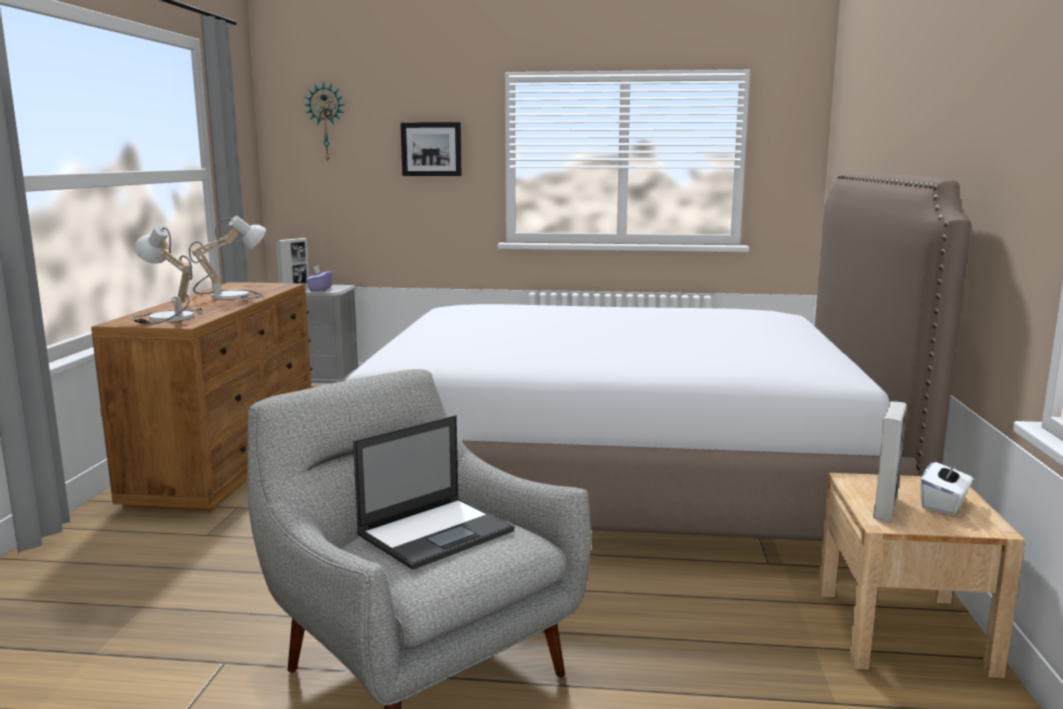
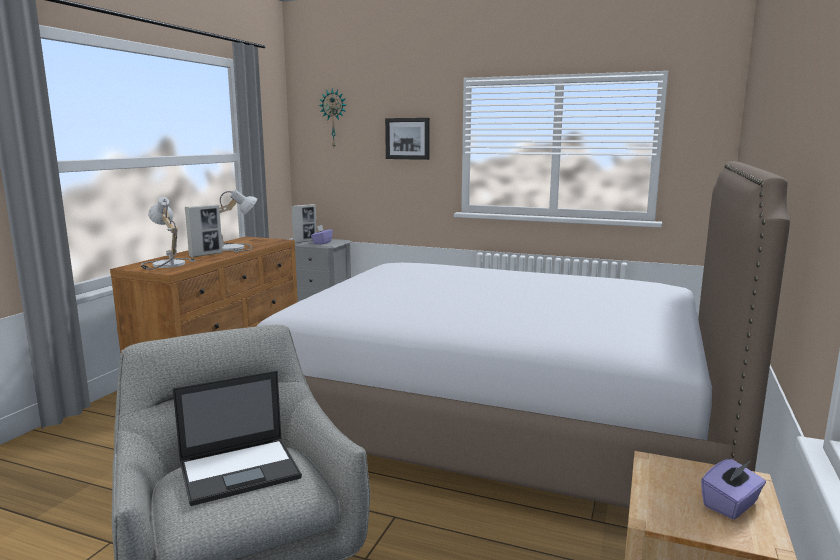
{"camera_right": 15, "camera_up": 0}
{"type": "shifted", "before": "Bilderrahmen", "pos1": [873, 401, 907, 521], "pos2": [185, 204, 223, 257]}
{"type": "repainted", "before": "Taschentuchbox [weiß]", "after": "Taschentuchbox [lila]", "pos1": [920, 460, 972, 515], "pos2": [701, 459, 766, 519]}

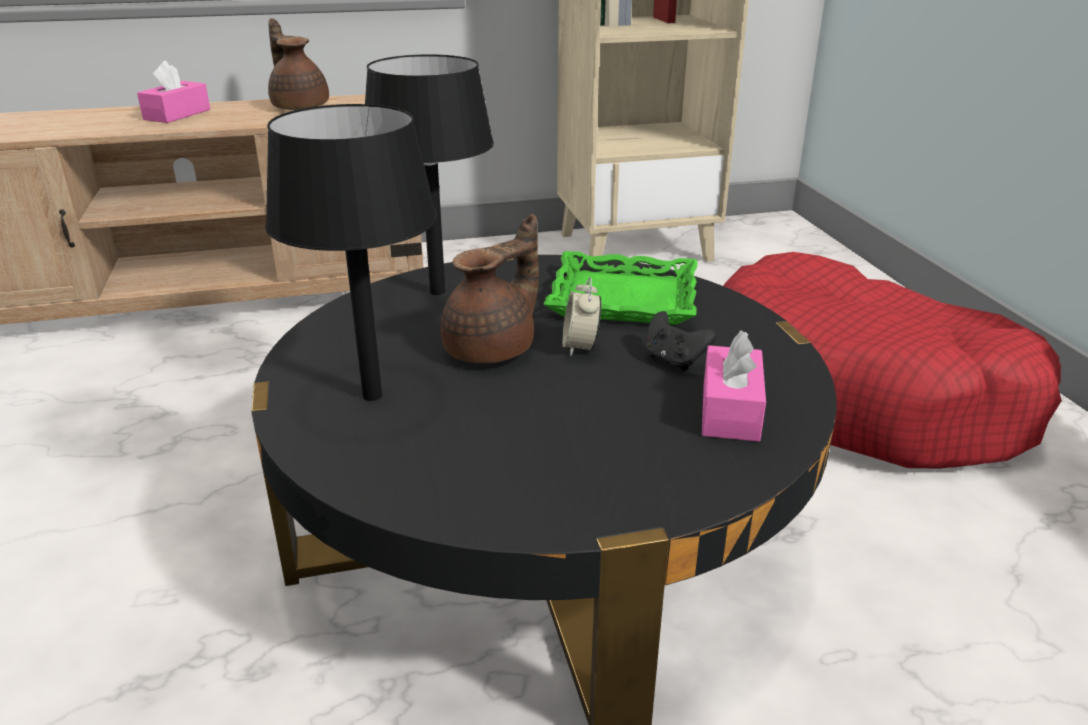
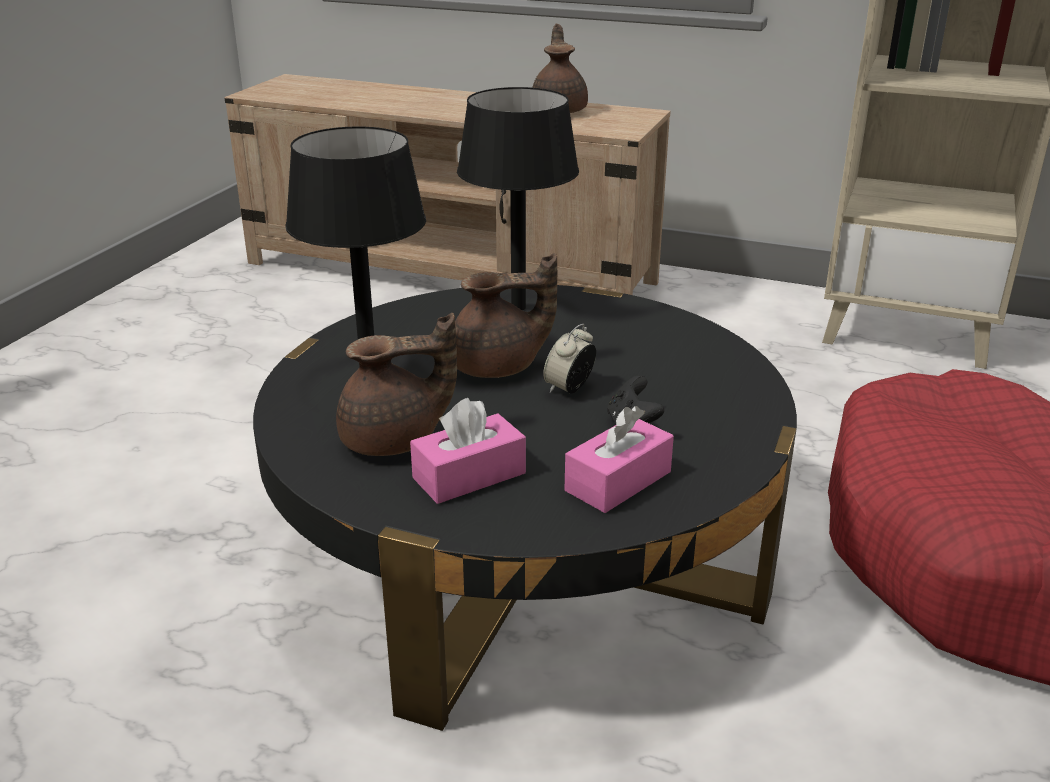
{"camera_right": 35, "camera_up": 0}
{"type": "new", "after": "Teekanne [braun]", "pos2": [336, 313, 457, 456]}
{"type": "shifted", "before": "Taschentuchbox [rosa]", "pos1": [137, 61, 210, 123], "pos2": [410, 398, 526, 504]}
{"type": "gone", "before": "Tablett [grün]", "pos1": [543, 251, 697, 325]}

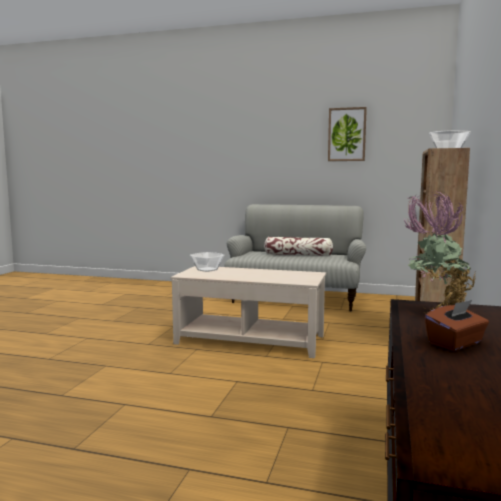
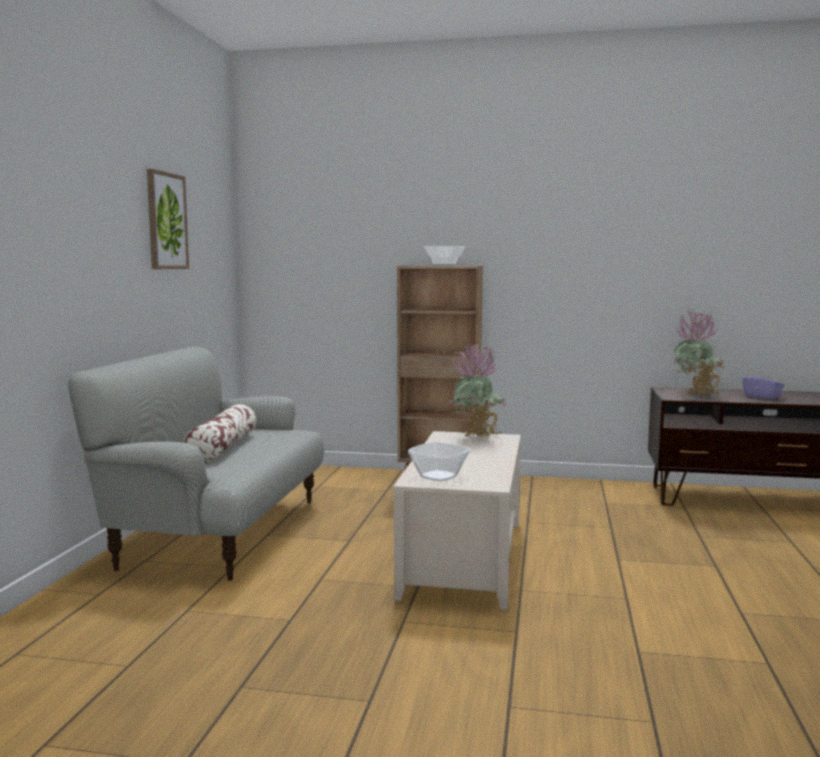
{"camera_right": -95, "camera_up": 0}
{"type": "new", "after": "Topfpflanze", "pos2": [449, 342, 506, 437]}
{"type": "repainted", "before": "Taschentuchbox [braun]", "after": "Taschentuchbox [lila]", "pos1": [425, 300, 489, 351], "pos2": [742, 370, 785, 399]}

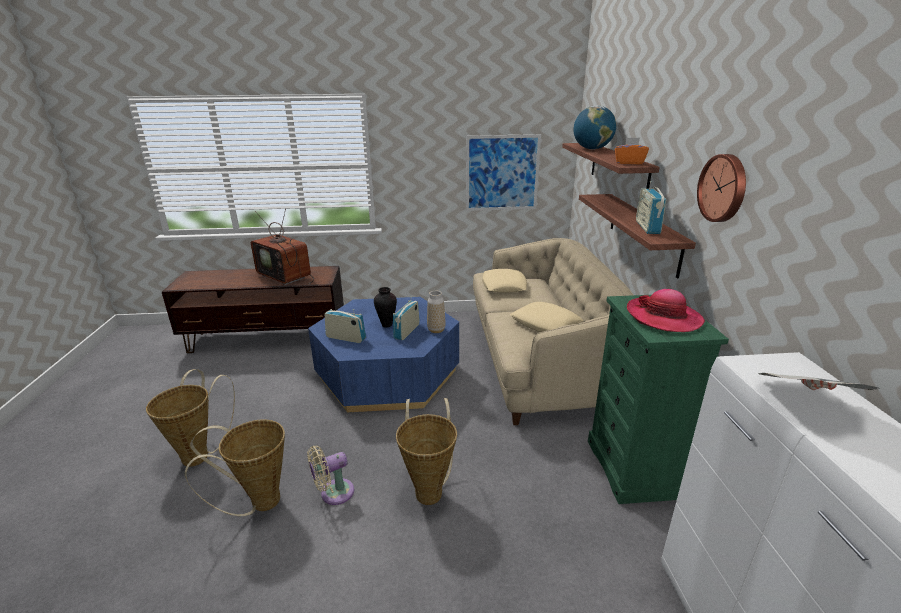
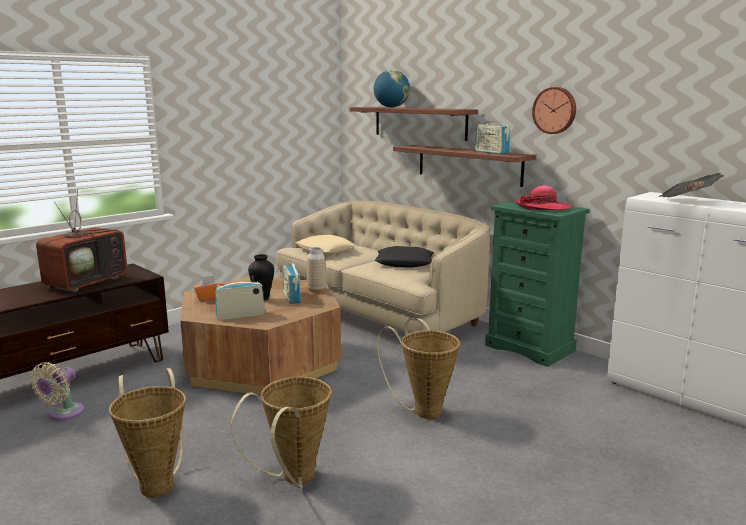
{"camera_right": -40, "camera_up": -10}
{"type": "shifted", "before": "Ventilator [beige]", "pos1": [307, 446, 354, 505], "pos2": [30, 362, 84, 420]}
{"type": "rotated", "before": "Fernseher", "pos1": [251, 208, 314, 285], "pos2": [36, 189, 127, 292], "turn": -60}
{"type": "repainted", "before": "Couchtisch [blau]", "after": "Couchtisch [braun]", "pos1": [308, 297, 459, 412], "pos2": [180, 277, 341, 395]}
{"type": "shifted", "before": "Taschentuchbox [orange]", "pos1": [615, 137, 649, 164], "pos2": [193, 275, 225, 301]}
{"type": "repainted", "before": "Kissen [beige]", "after": "Kissen [schwarz]", "pos1": [510, 302, 583, 332], "pos2": [375, 246, 434, 267]}
{"type": "gone", "before": "Bild", "pos1": [466, 134, 541, 211]}

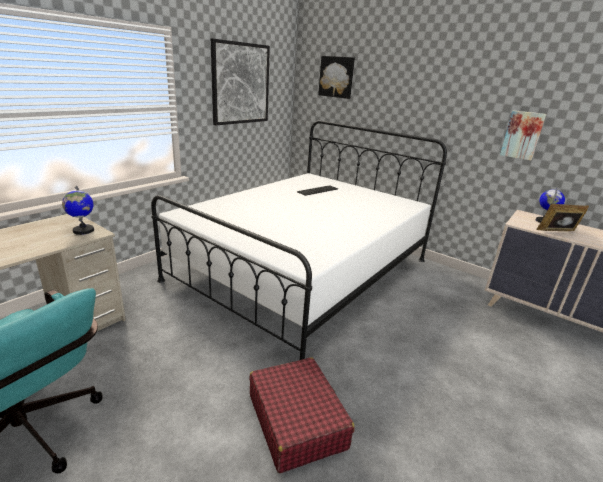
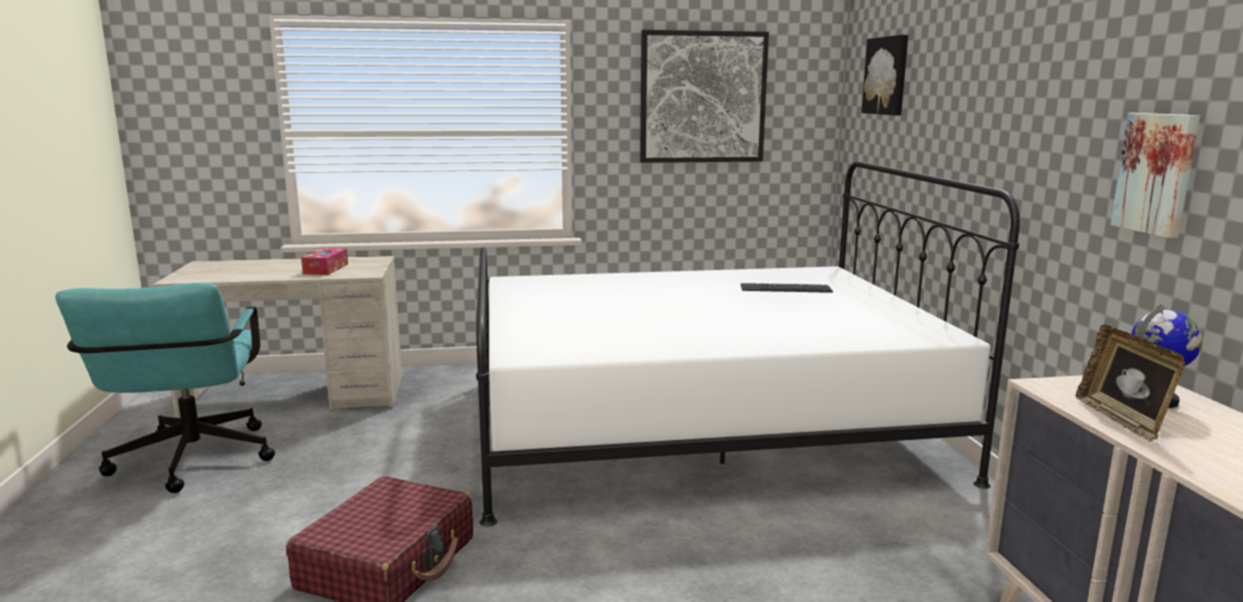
{"camera_right": 45, "camera_up": -10}
{"type": "new", "after": "Taschentuchbox", "pos2": [301, 248, 348, 275]}
{"type": "rotated", "before": "Bilderrahmen", "pos1": [536, 204, 589, 231], "pos2": [1076, 325, 1186, 442], "turn": -135}
{"type": "gone", "before": "Globus", "pos1": [62, 186, 94, 235]}

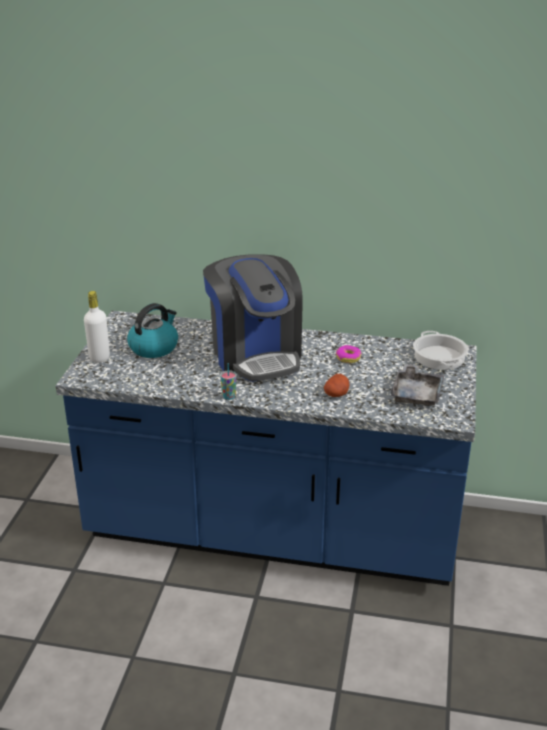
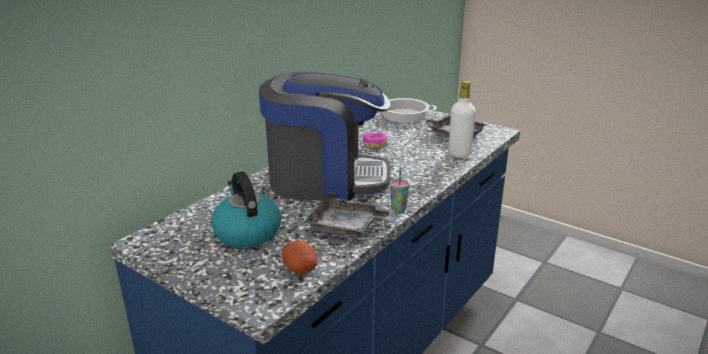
{"camera_right": -65, "camera_up": -5}
{"type": "shifted", "before": "Kartoffel", "pos1": [324, 374, 350, 397], "pos2": [282, 240, 317, 274]}
{"type": "new", "after": "Tablett [grau]", "pos2": [304, 192, 395, 238]}
{"type": "shifted", "before": "Flasche [weiß]", "pos1": [84, 291, 110, 363], "pos2": [449, 81, 476, 158]}

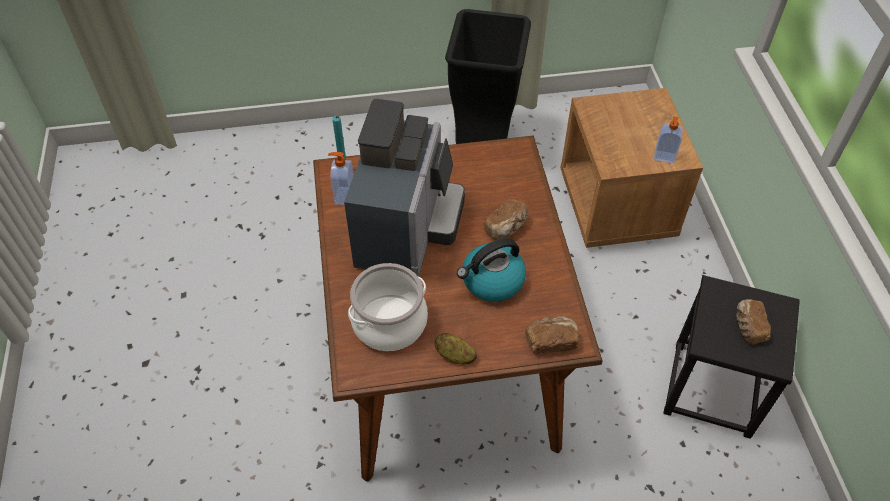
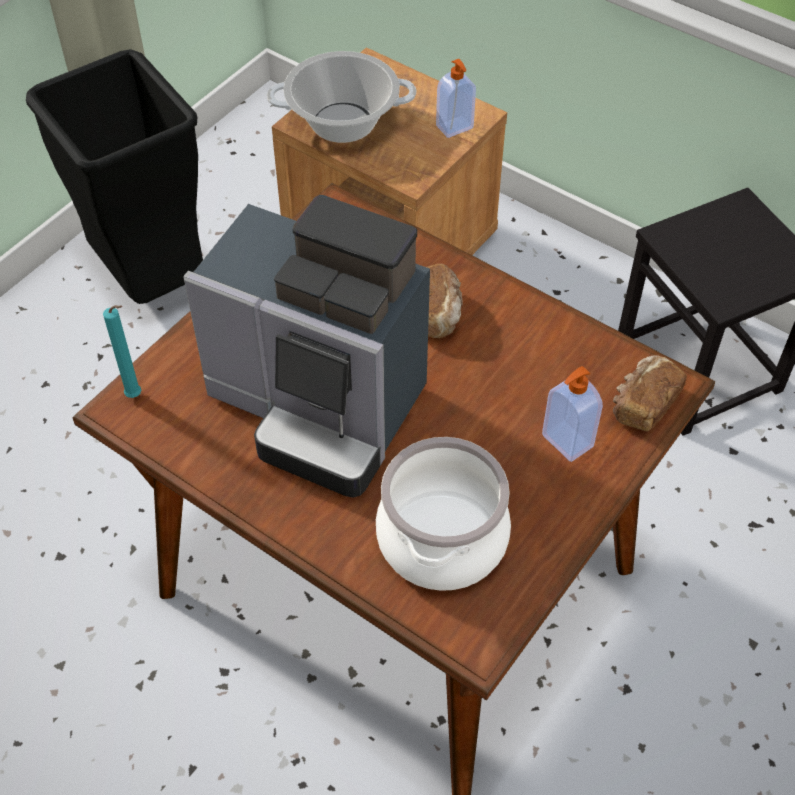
{"camera_right": -45, "camera_up": 0}
{"type": "rotated", "before": "Kaffeemaschine", "pos1": [344, 99, 465, 277], "pos2": [183, 195, 430, 498], "turn": 150}
{"type": "new", "after": "Kochtopf", "pos2": [267, 51, 416, 143]}
{"type": "shifted", "before": "Seifenspender", "pos1": [328, 152, 354, 205], "pos2": [542, 366, 603, 462]}
{"type": "gone", "before": "Kartoffel", "pos1": [435, 333, 477, 365]}
{"type": "gone", "before": "Wasserkessel", "pos1": [457, 238, 526, 302]}
{"type": "gone", "before": "Brot", "pos1": [736, 299, 771, 344]}

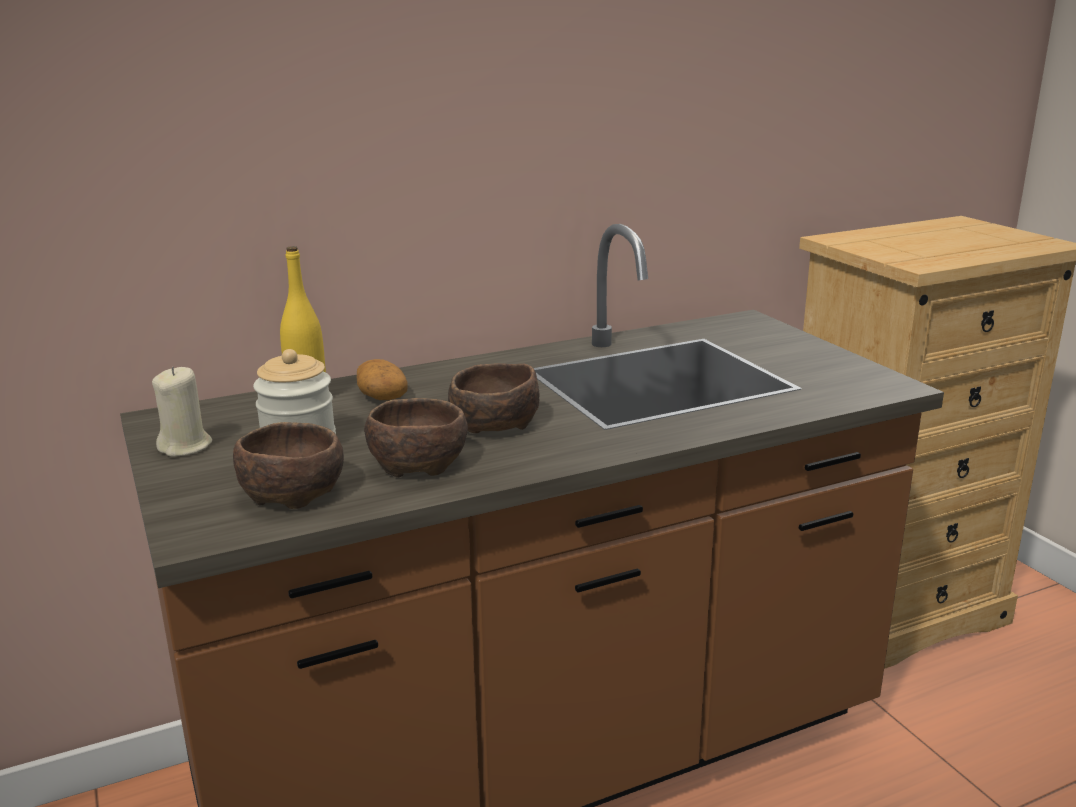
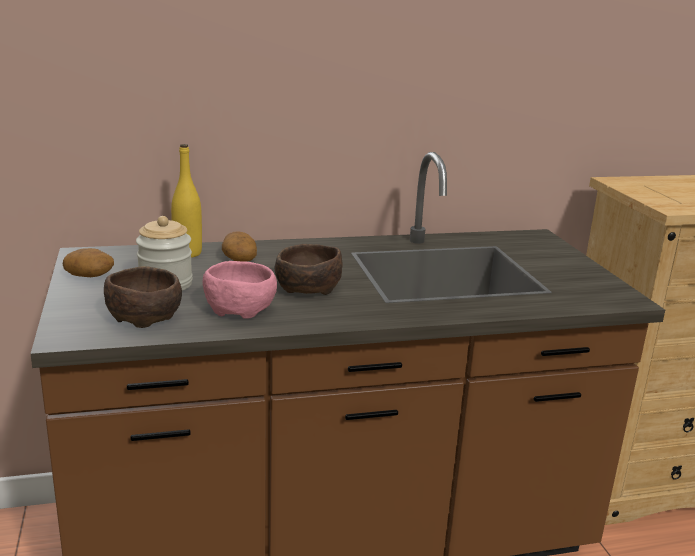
{"camera_right": 10, "camera_up": 0}
{"type": "swapped", "before": "Kerze [beige]", "after": "Kartoffel", "pos1": [152, 367, 212, 457], "pos2": [63, 248, 114, 277]}
{"type": "repainted", "before": "Schüssel [braun]", "after": "Schüssel [rosa]", "pos1": [364, 398, 468, 477], "pos2": [202, 261, 277, 319]}

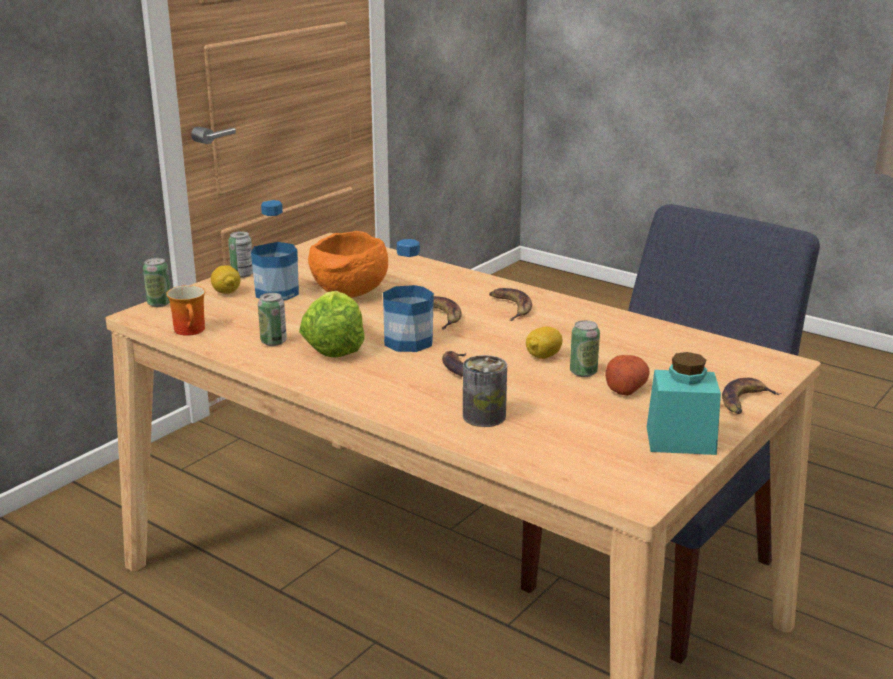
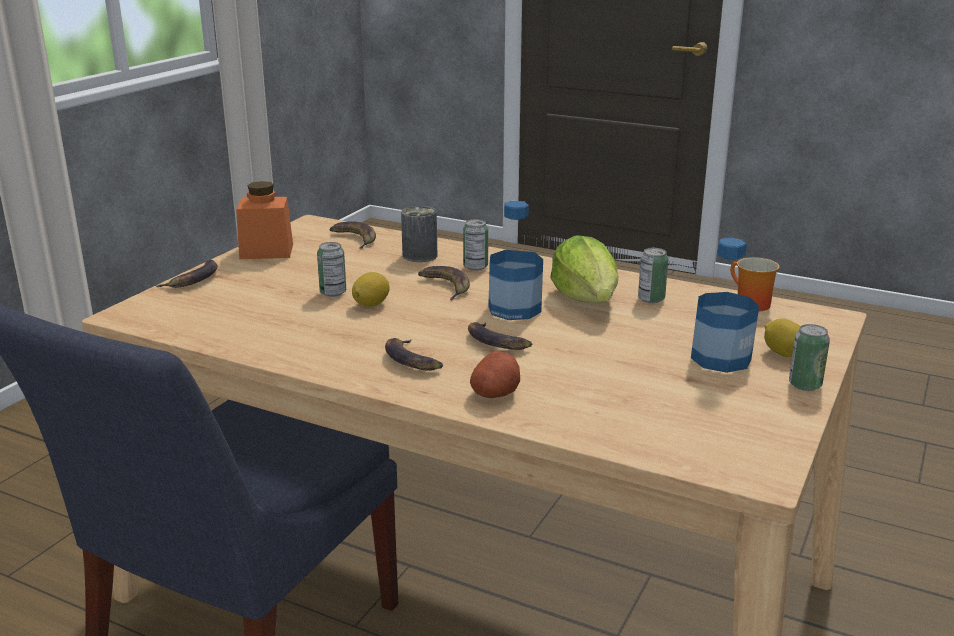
{"camera_right": 170, "camera_up": 0}
{"type": "repainted", "before": "Vorratsglas [türkis]", "after": "Vorratsglas [orange]", "pos1": [647, 352, 721, 455], "pos2": [236, 181, 293, 259]}
{"type": "new", "after": "Banane", "pos2": [329, 221, 376, 249]}
{"type": "shifted", "before": "Dose", "pos1": [143, 258, 170, 307], "pos2": [463, 219, 488, 271]}
{"type": "shifted", "before": "Kartoffel", "pos1": [605, 355, 650, 396], "pos2": [470, 351, 520, 398]}
{"type": "gone", "before": "Schüssel [orange]", "pos1": [308, 231, 388, 298]}

